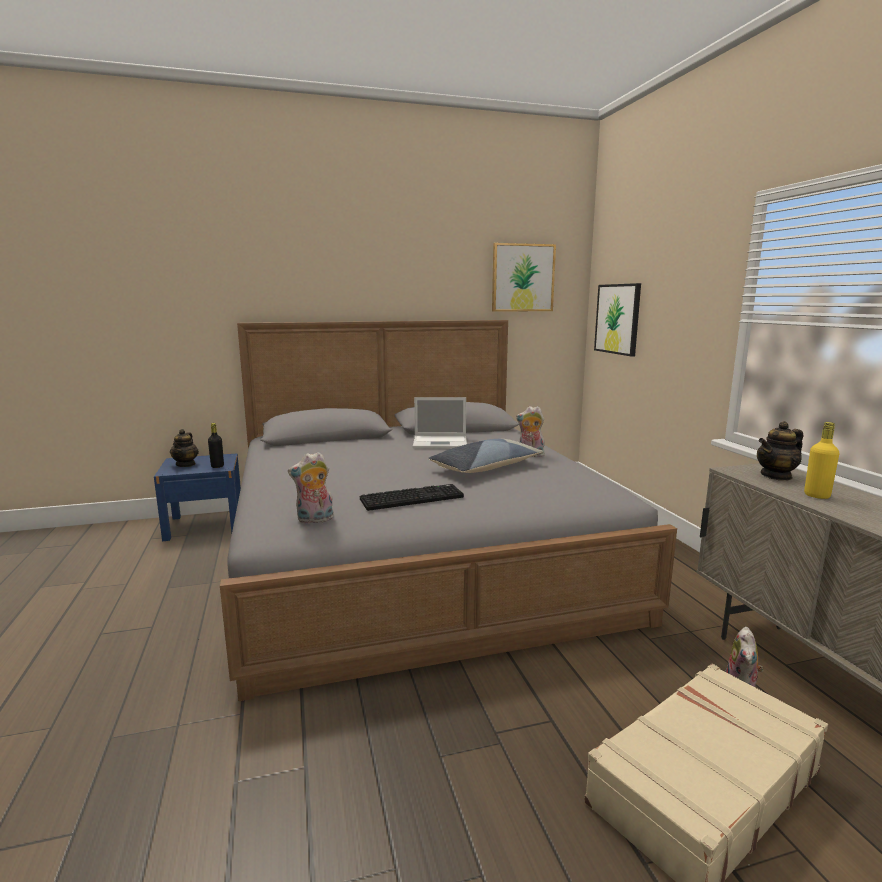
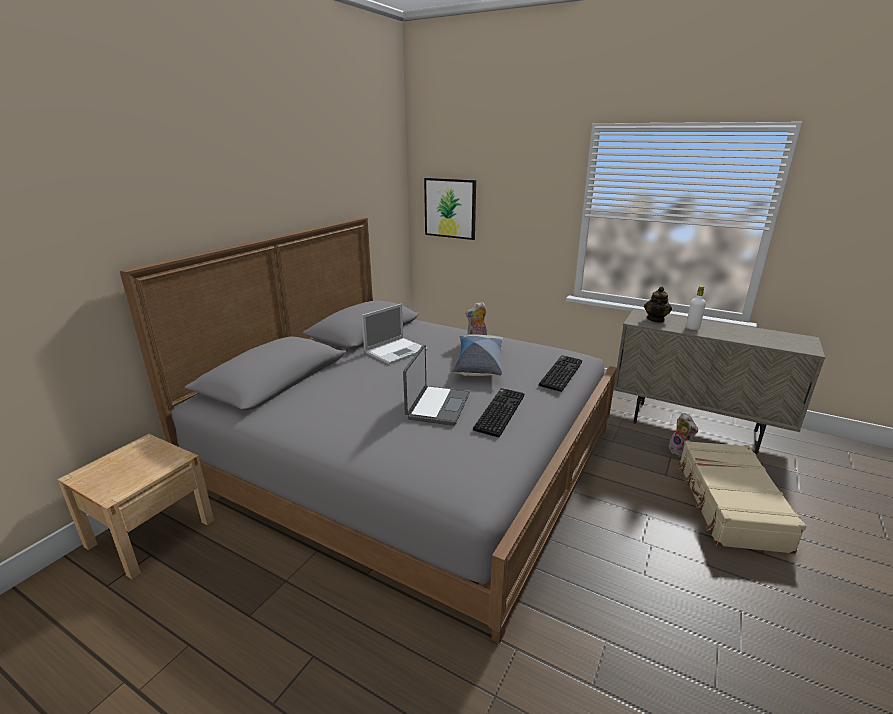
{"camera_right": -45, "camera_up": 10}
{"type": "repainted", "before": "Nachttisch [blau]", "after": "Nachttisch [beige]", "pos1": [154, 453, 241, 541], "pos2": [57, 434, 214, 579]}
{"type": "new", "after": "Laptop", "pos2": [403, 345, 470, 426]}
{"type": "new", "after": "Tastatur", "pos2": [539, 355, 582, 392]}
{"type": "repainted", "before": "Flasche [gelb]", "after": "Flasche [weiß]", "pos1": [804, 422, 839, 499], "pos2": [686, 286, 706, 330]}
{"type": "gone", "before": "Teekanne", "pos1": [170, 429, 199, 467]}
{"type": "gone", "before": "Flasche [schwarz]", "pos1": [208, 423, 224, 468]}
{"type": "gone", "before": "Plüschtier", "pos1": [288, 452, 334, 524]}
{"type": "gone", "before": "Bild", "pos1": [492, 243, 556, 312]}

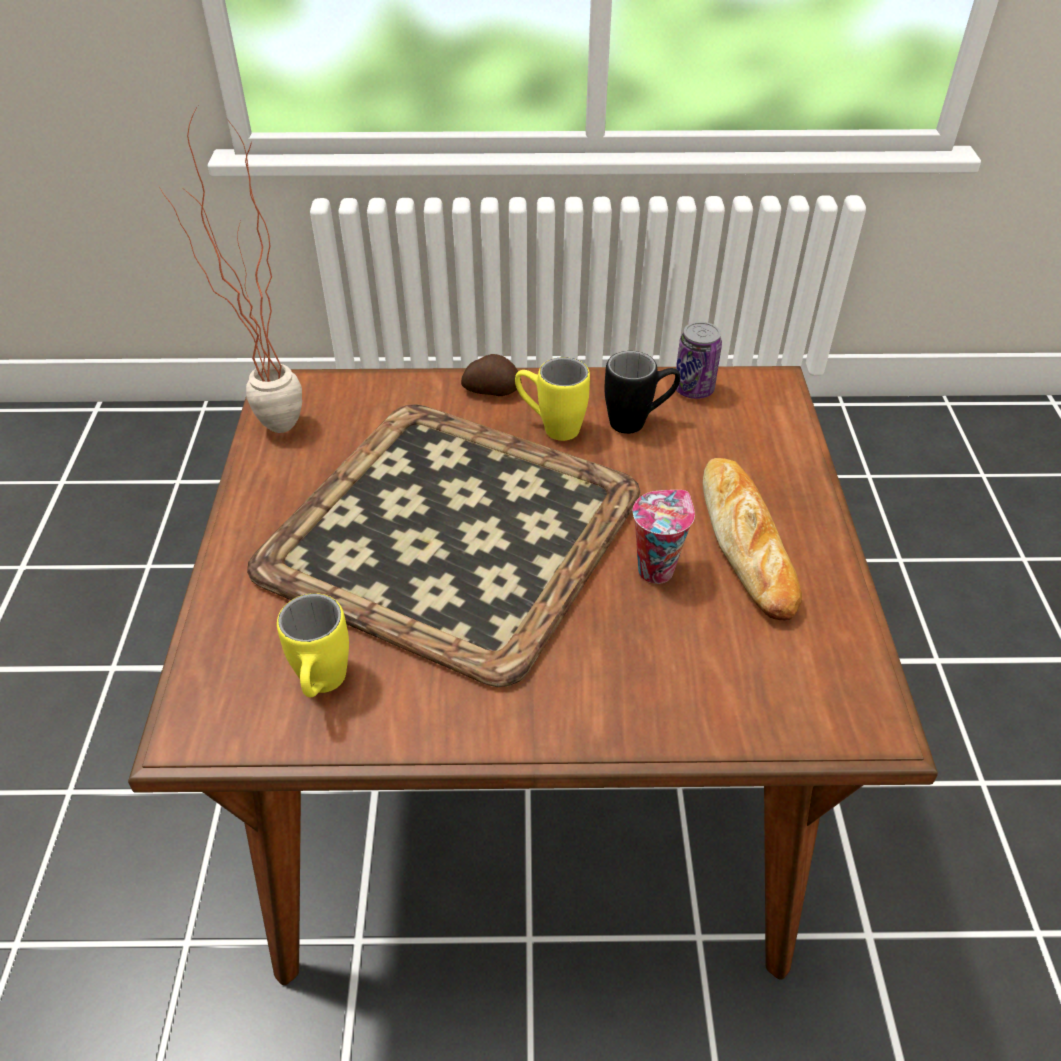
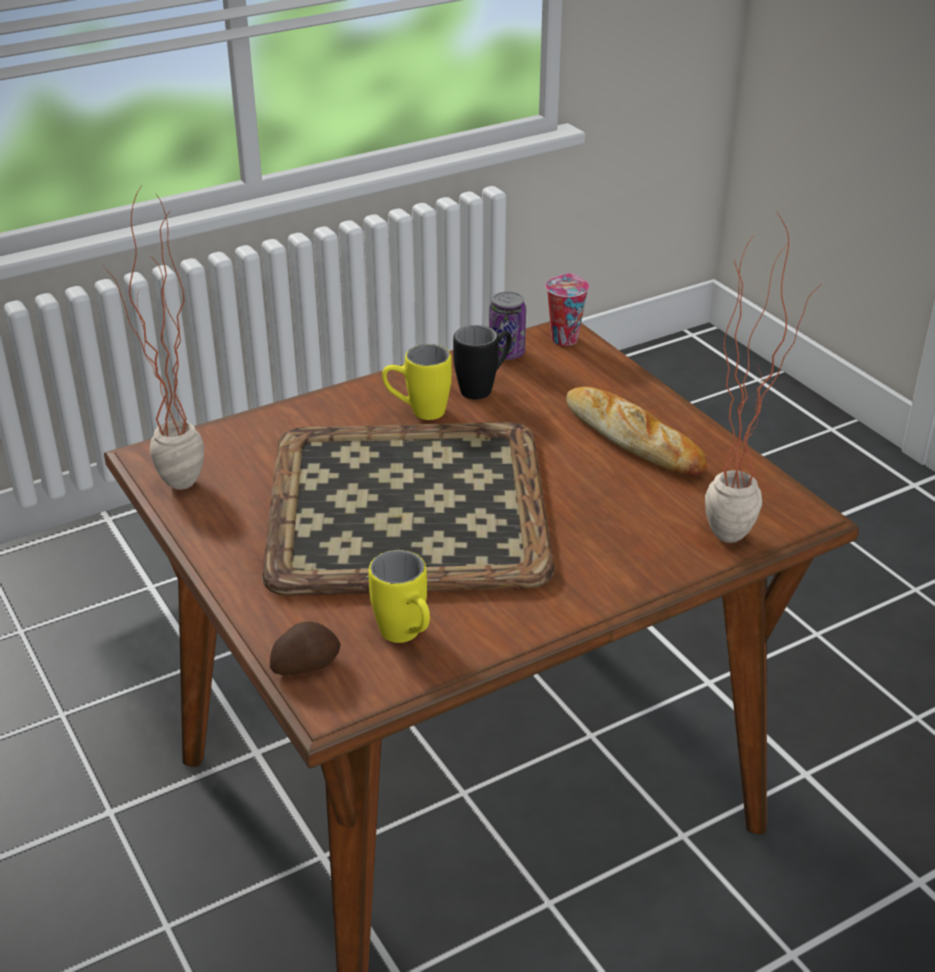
{"camera_right": -30, "camera_up": -10}
{"type": "shifted", "before": "Kartoffel", "pos1": [461, 354, 522, 396], "pos2": [270, 621, 341, 675]}
{"type": "shifted", "before": "Tasse", "pos1": [633, 490, 695, 584], "pos2": [545, 273, 589, 346]}
{"type": "new", "after": "Topfpflanze", "pos2": [705, 211, 819, 543]}

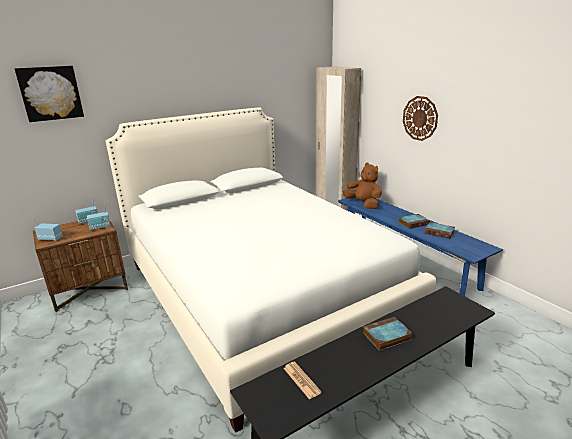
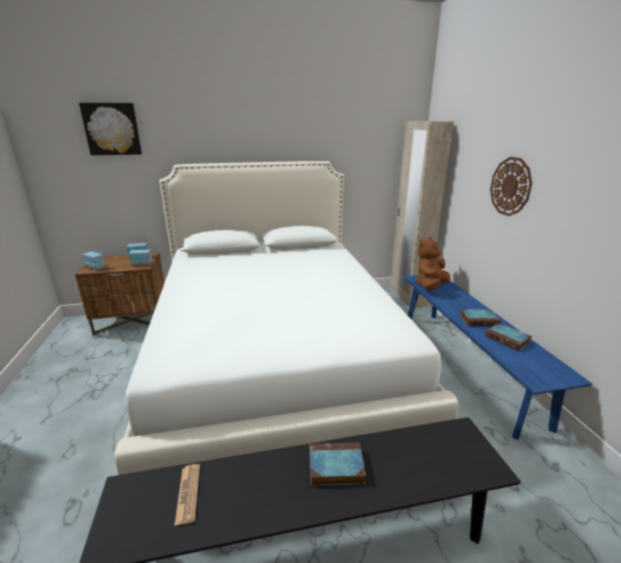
{"camera_right": 20, "camera_up": 0}
{"type": "rotated", "before": "Plüschtier [braun]", "pos1": [343, 162, 382, 209], "pos2": [416, 237, 450, 290], "turn": -120}

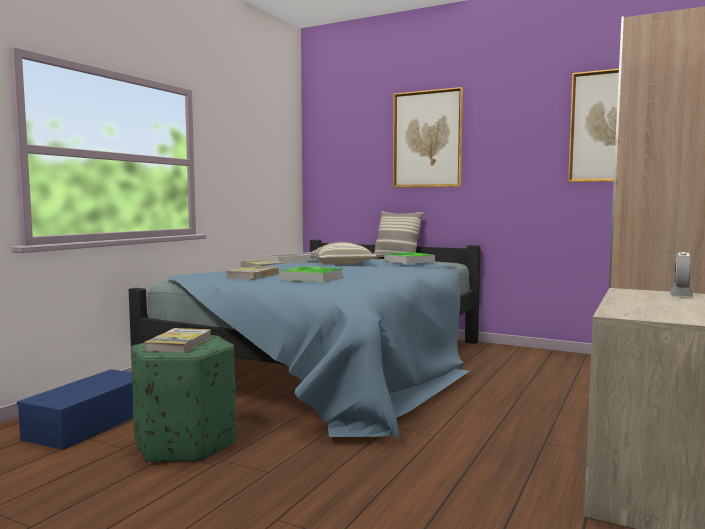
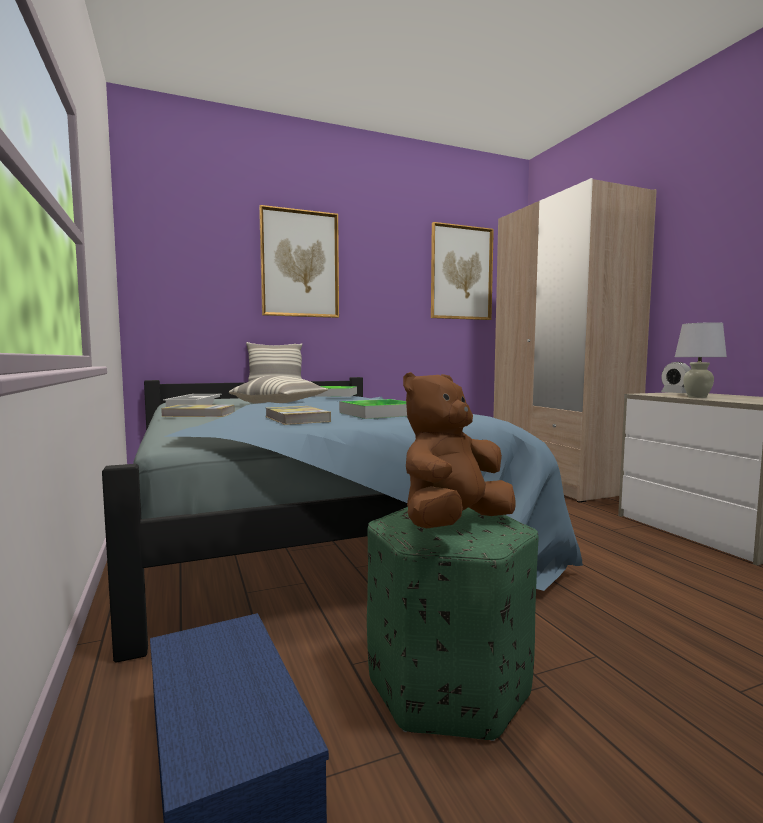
{"camera_right": -50, "camera_up": 0}
{"type": "swapped", "before": "Buch", "after": "Plüschtier [braun]", "pos1": [144, 328, 212, 353], "pos2": [403, 372, 516, 528]}
{"type": "new", "after": "Tischlampe [weiß]", "pos2": [675, 322, 727, 398]}

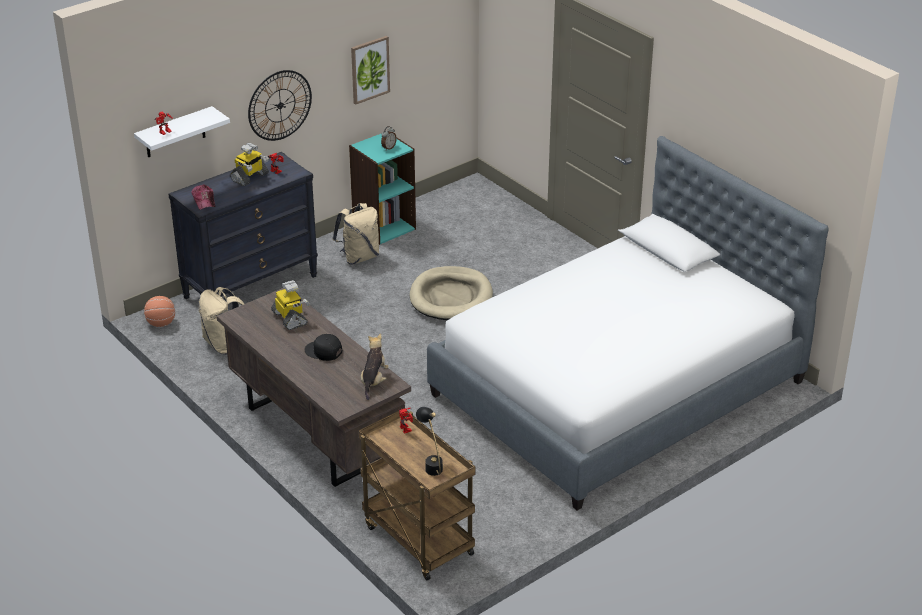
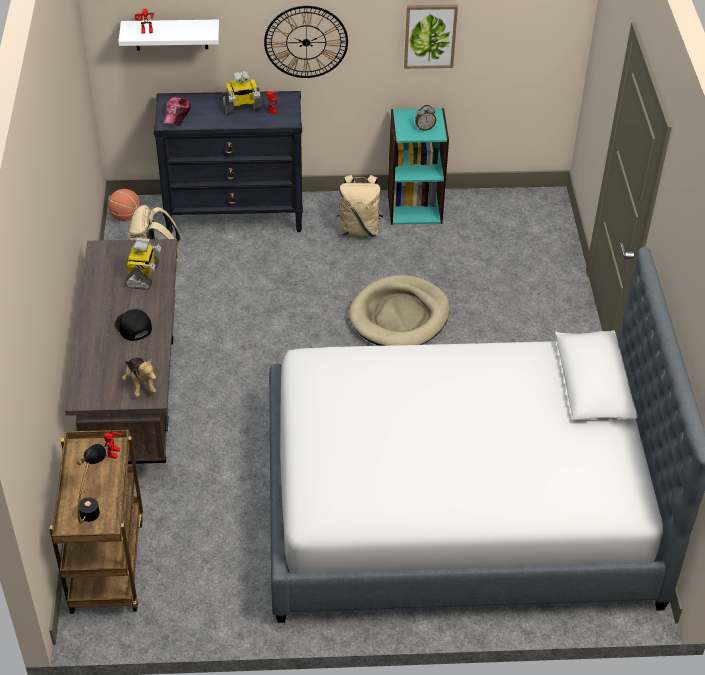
{"camera_right": 35, "camera_up": 10}
{"type": "rotated", "before": "Plüschtier", "pos1": [361, 334, 389, 400], "pos2": [122, 357, 156, 397], "turn": 105}

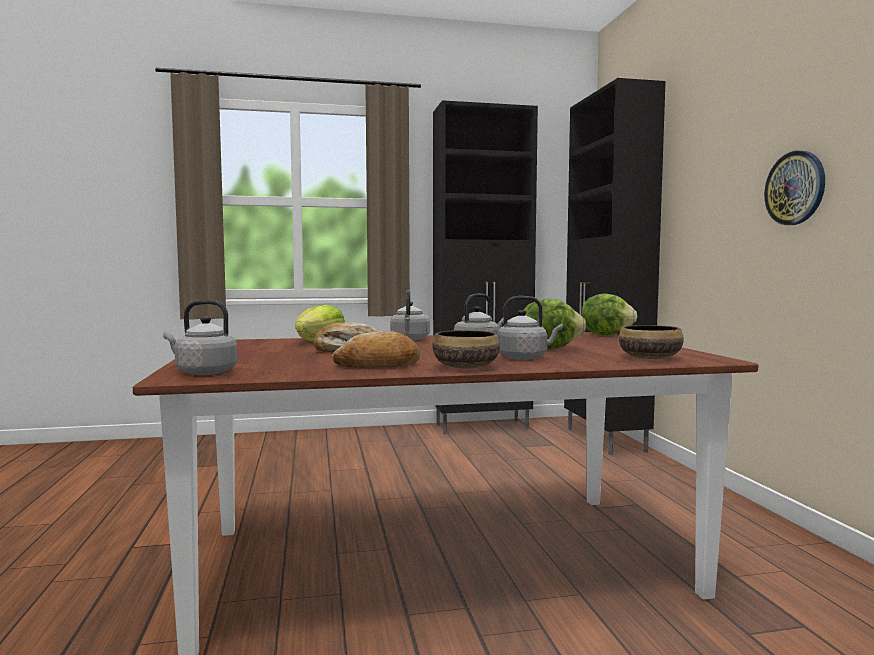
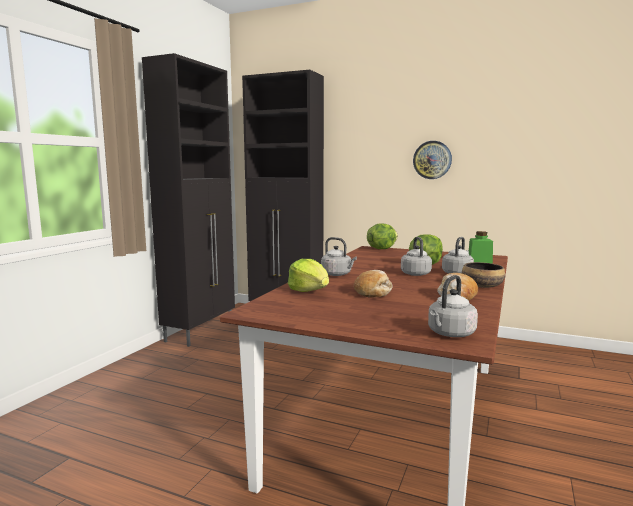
{"camera_right": -55, "camera_up": 5}
{"type": "swapped", "before": "Schüssel", "after": "Vorratsglas [grün]", "pos1": [619, 325, 684, 359], "pos2": [469, 231, 493, 264]}

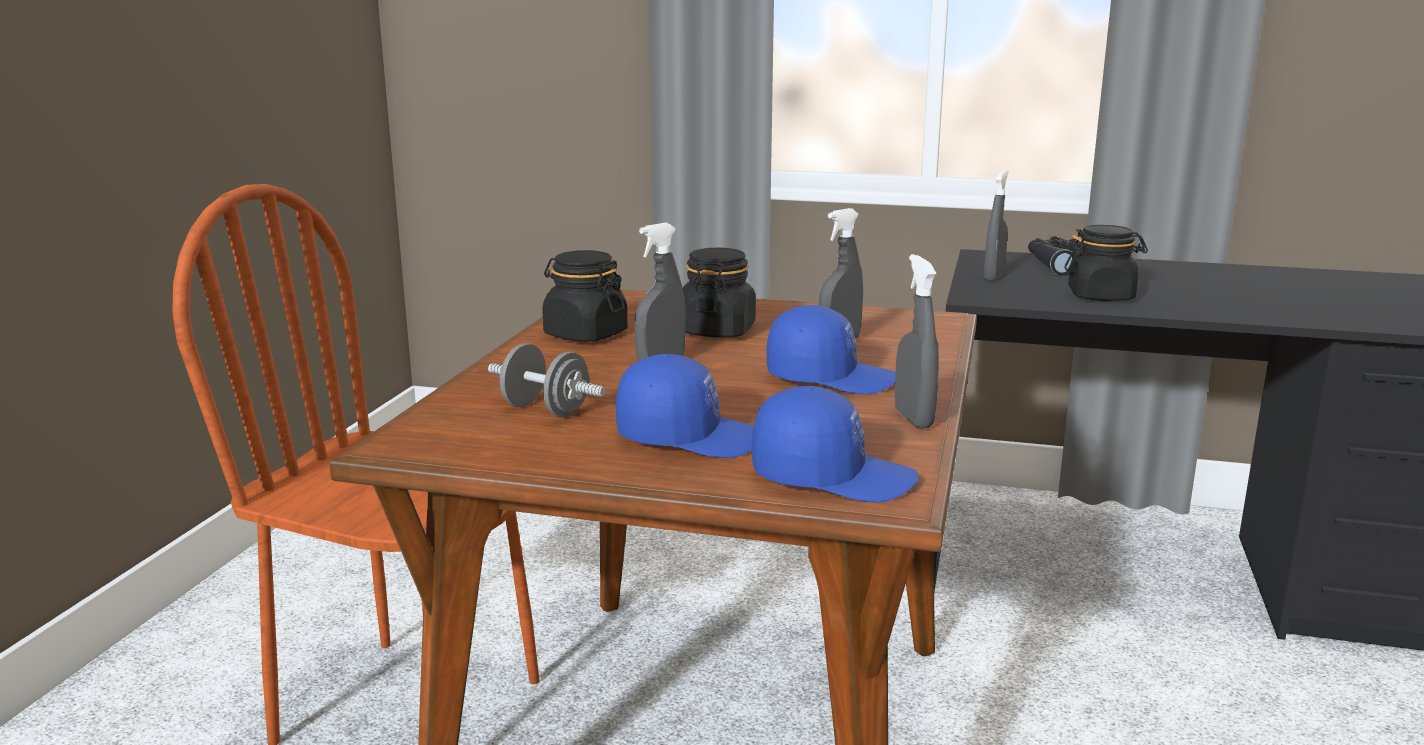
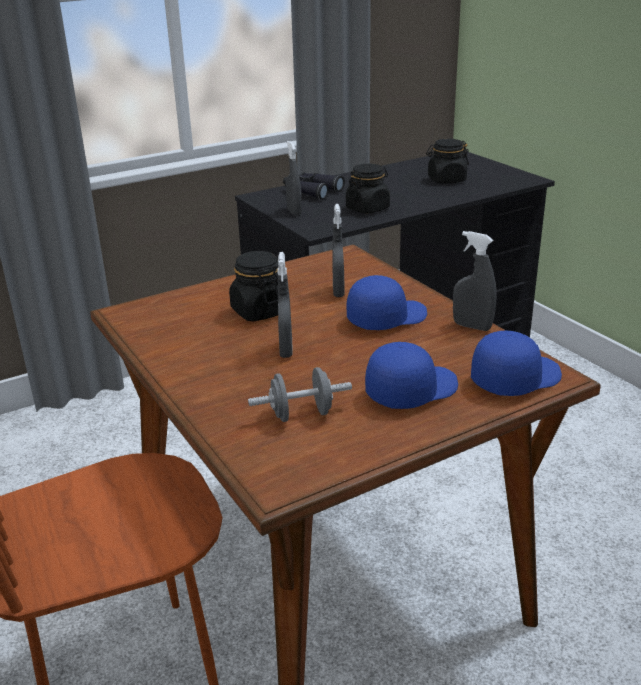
{"camera_right": -45, "camera_up": 10}
{"type": "shifted", "before": "Vorratsglas [schwarz]", "pos1": [542, 250, 628, 342], "pos2": [426, 139, 469, 183]}

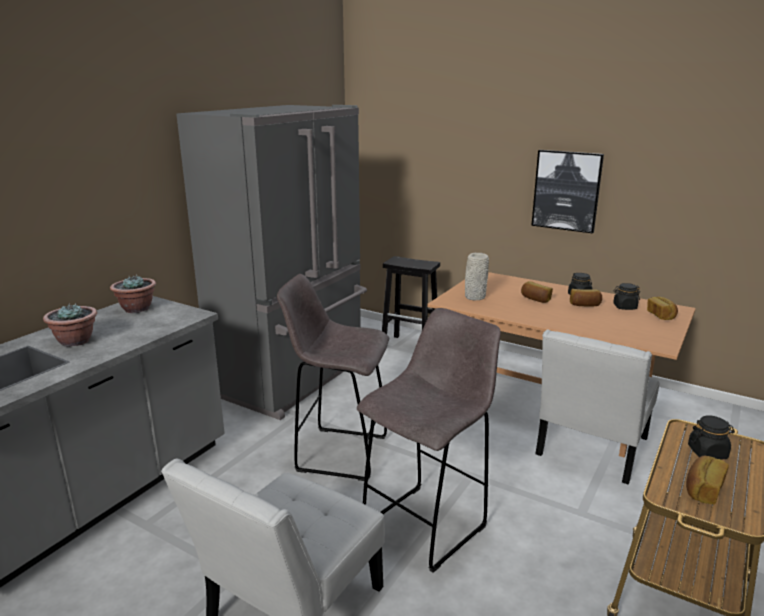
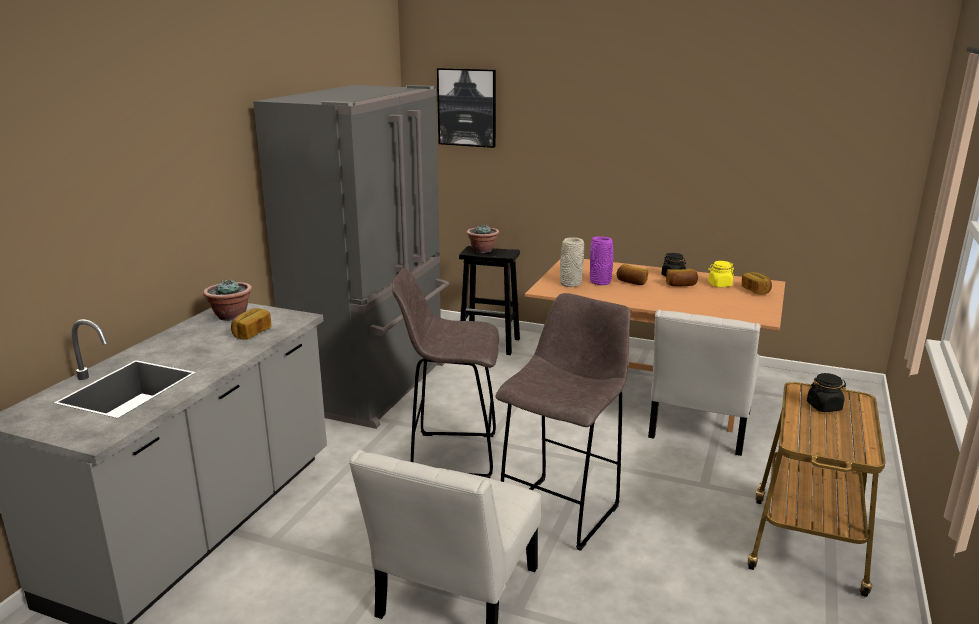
{"camera_right": -10, "camera_up": 0}
{"type": "shifted", "before": "Brot", "pos1": [686, 455, 729, 505], "pos2": [231, 308, 272, 340]}
{"type": "shifted", "before": "Bild", "pos1": [531, 150, 604, 233], "pos2": [437, 68, 496, 148]}
{"type": "shifted", "before": "Topfpflanze", "pos1": [43, 303, 97, 347], "pos2": [466, 224, 499, 253]}
{"type": "new", "after": "Vase [lila]", "pos2": [590, 236, 613, 285]}
{"type": "repainted", "before": "Vorratsglas [schwarz]", "after": "Vorratsglas [gelb]", "pos1": [613, 283, 640, 310], "pos2": [708, 261, 734, 287]}

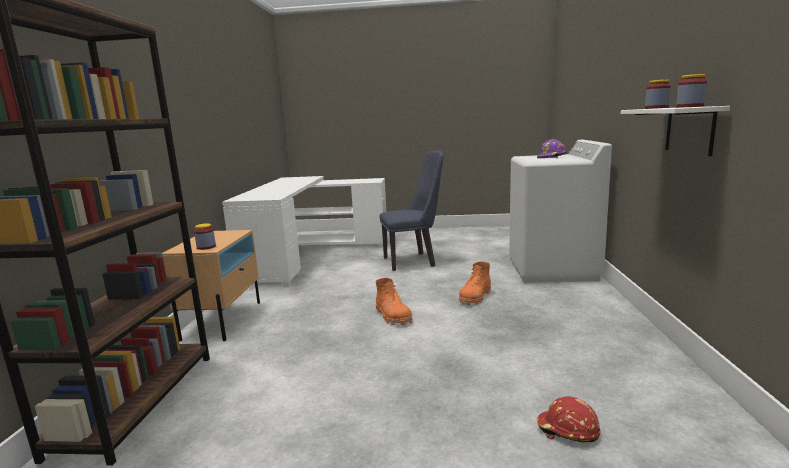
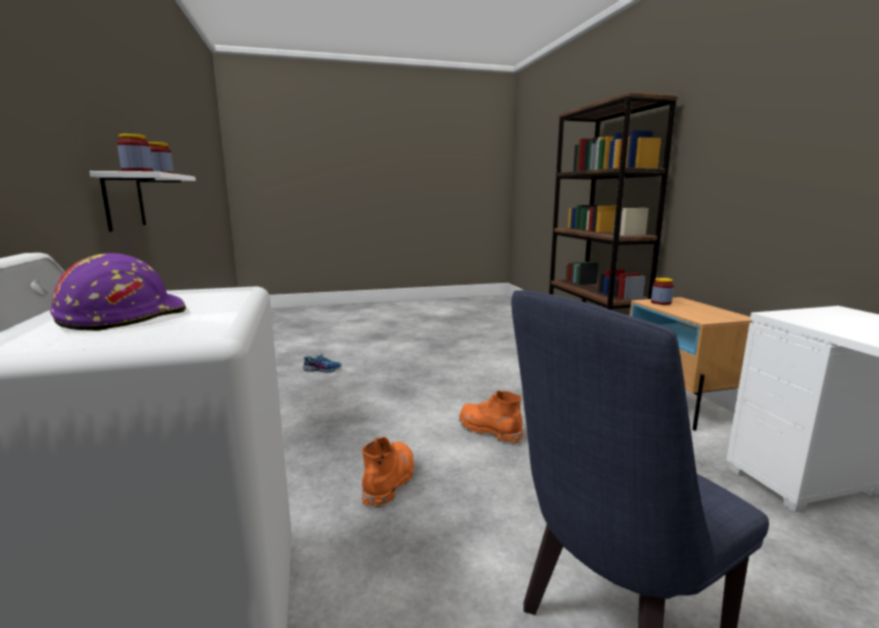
{"camera_right": 160, "camera_up": 0}
{"type": "swapped", "before": "Schutzhelm [rot]", "after": "Schuh", "pos1": [537, 396, 600, 442], "pos2": [303, 353, 342, 373]}

